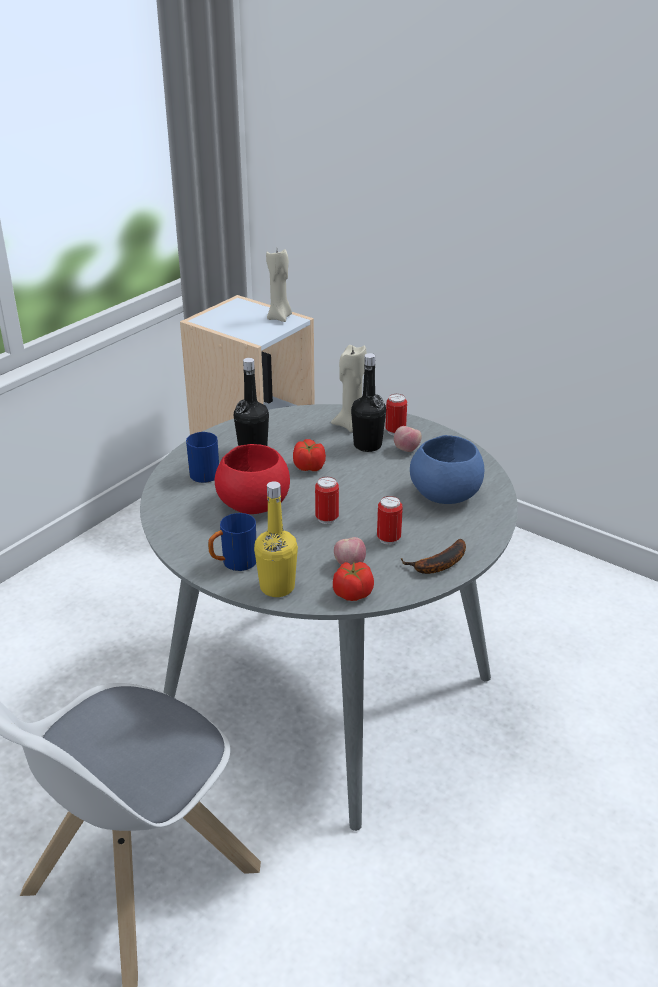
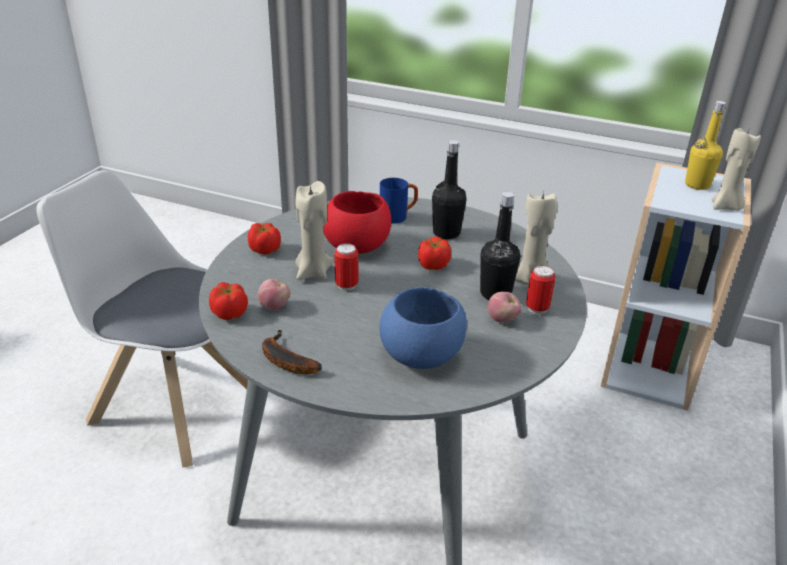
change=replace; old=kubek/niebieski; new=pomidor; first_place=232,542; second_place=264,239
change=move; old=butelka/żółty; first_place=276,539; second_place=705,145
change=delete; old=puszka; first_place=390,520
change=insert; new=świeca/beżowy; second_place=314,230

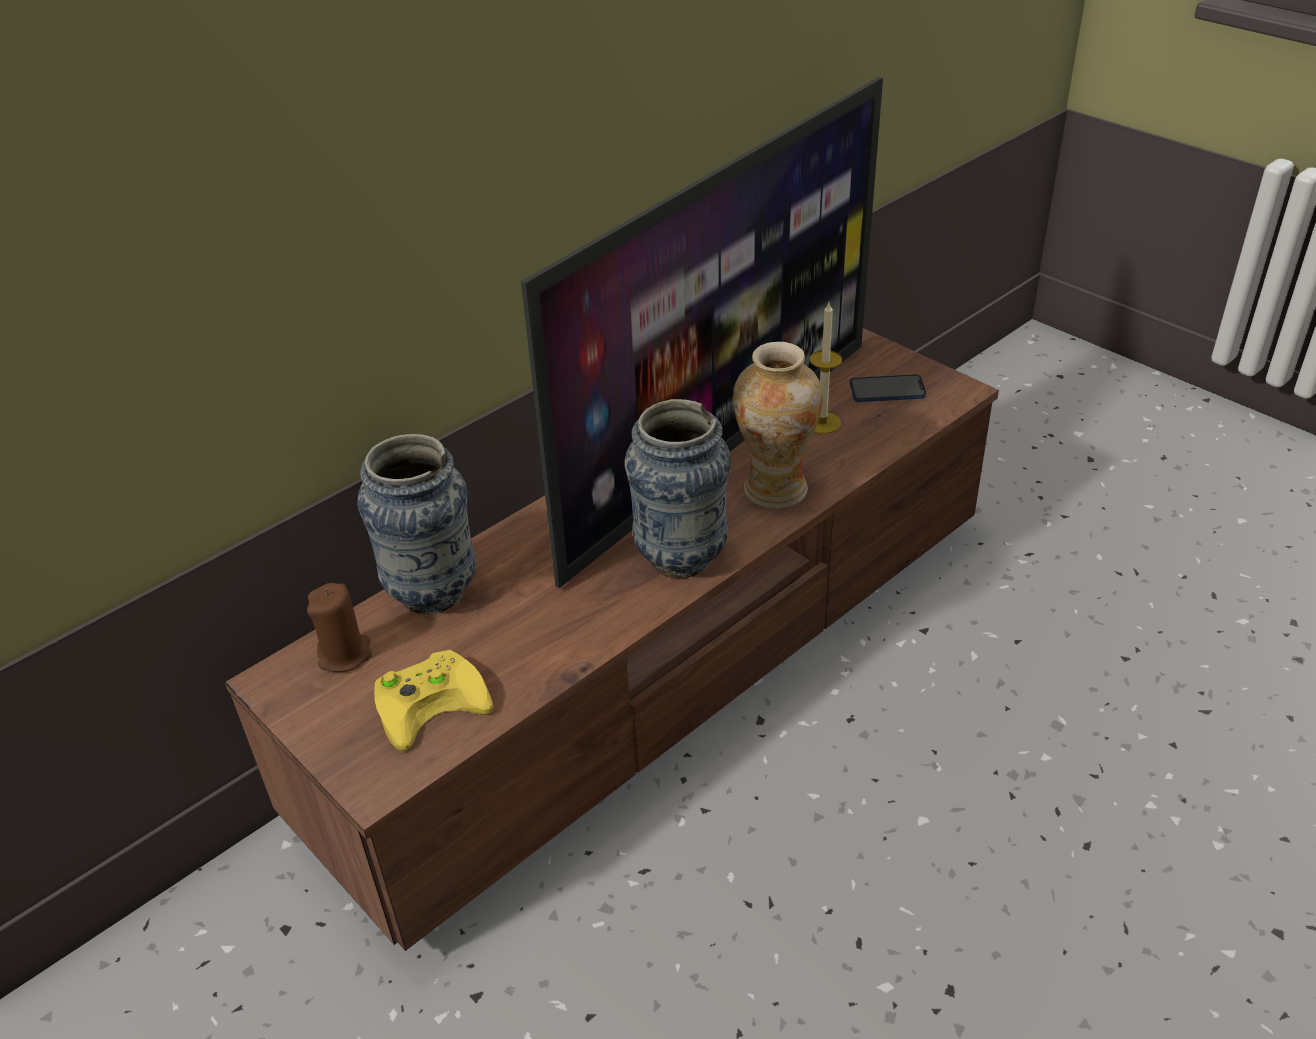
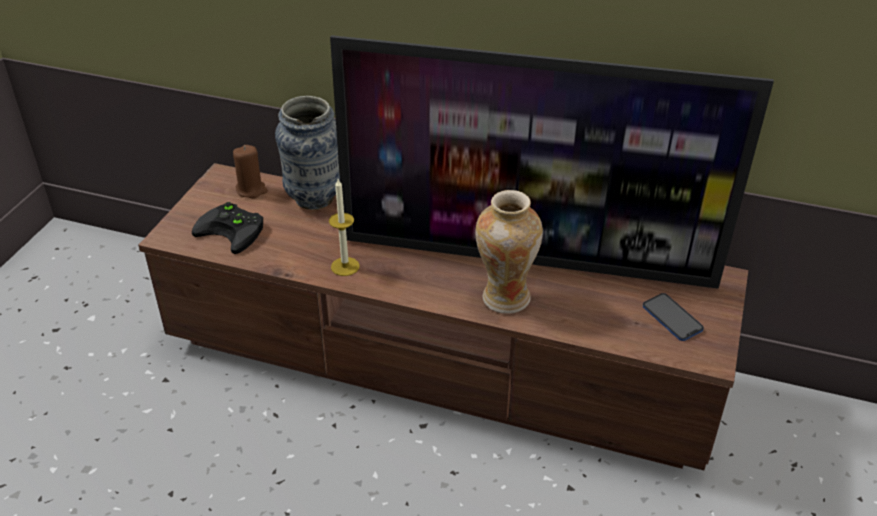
change=recolor; old=pad do gier/żółty; new=pad do gier/czarny; first_place=433,701; second_place=227,228
change=delete; old=wazon; first_place=677,488
change=move; old=świeca; first_place=826,368; second_place=344,227

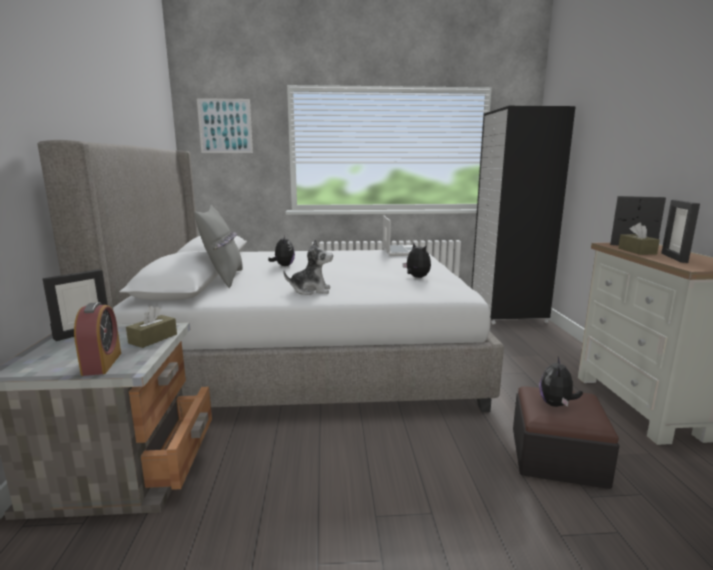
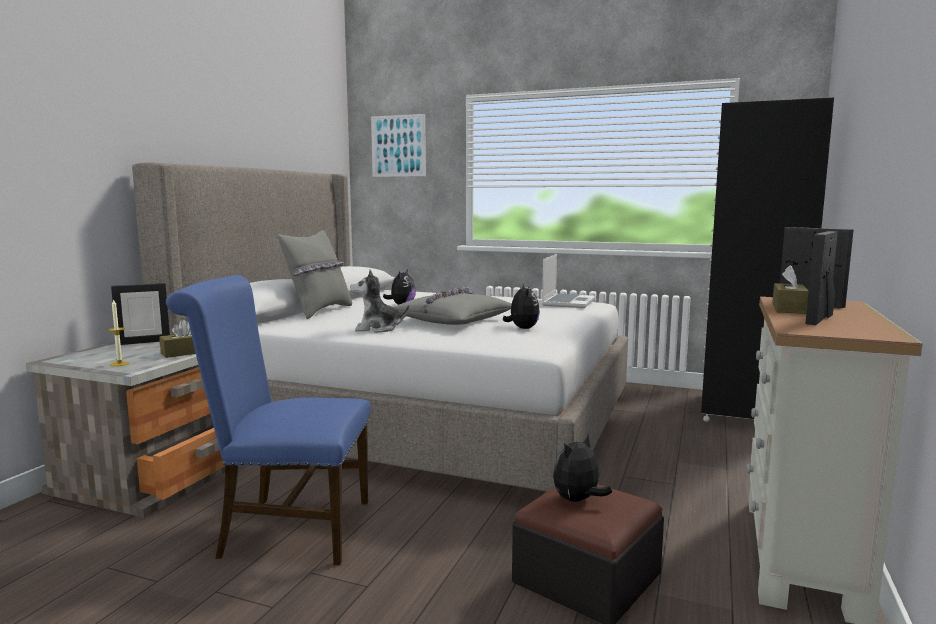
change=replace; old=budzik; new=świeca; first_place=97,339; second_place=119,332
change=rotate; old=pluszak; first_place=308,267; second_place=379,301; degrees=150
change=insert; new=krzesło/niebieski; second_place=268,420
change=insert; new=poduszka/szary; second_place=453,306

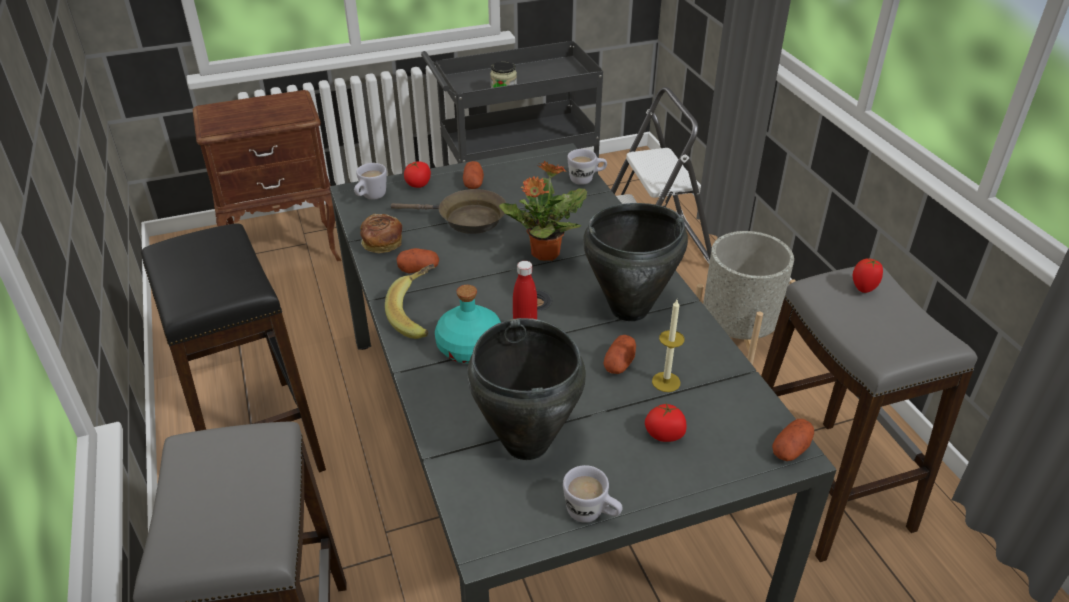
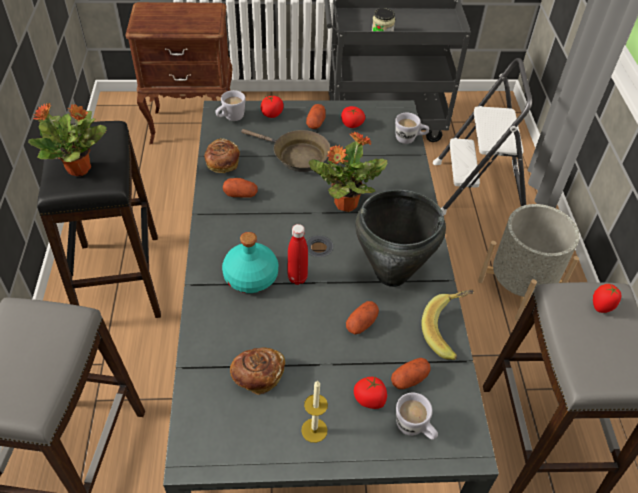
change=move; old=banan; first_place=410,301; second_place=448,325
change=replace; old=garnek/czarny; new=chleb; first_place=526,389; second_place=257,371
change=move; old=kubek/biały; first_place=593,494; second_place=417,416
change=move; old=świeca; first_place=668,346; second_place=314,411
change=move; old=ziemniak; first_place=793,440; second_place=411,373
change=insert; new=roślina doniczkowa; second_place=67,139
change=insert; new=pomidor; second_place=353,117

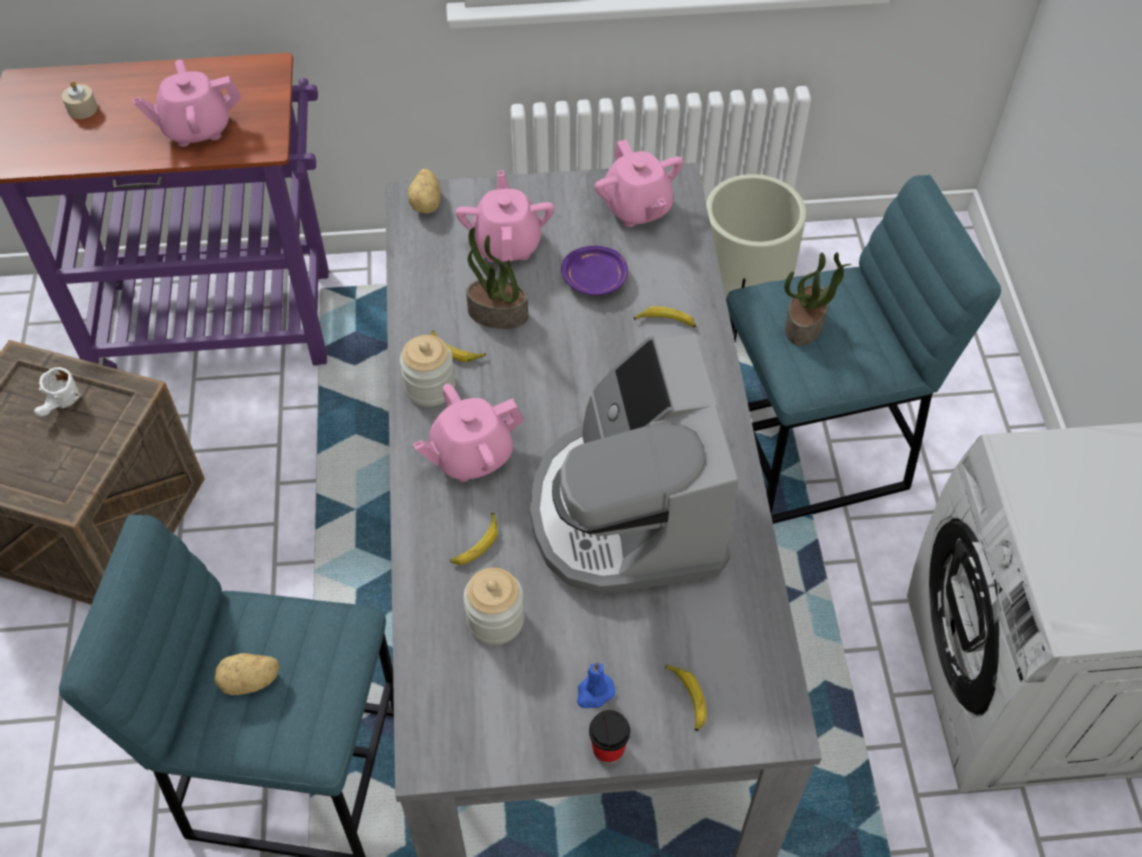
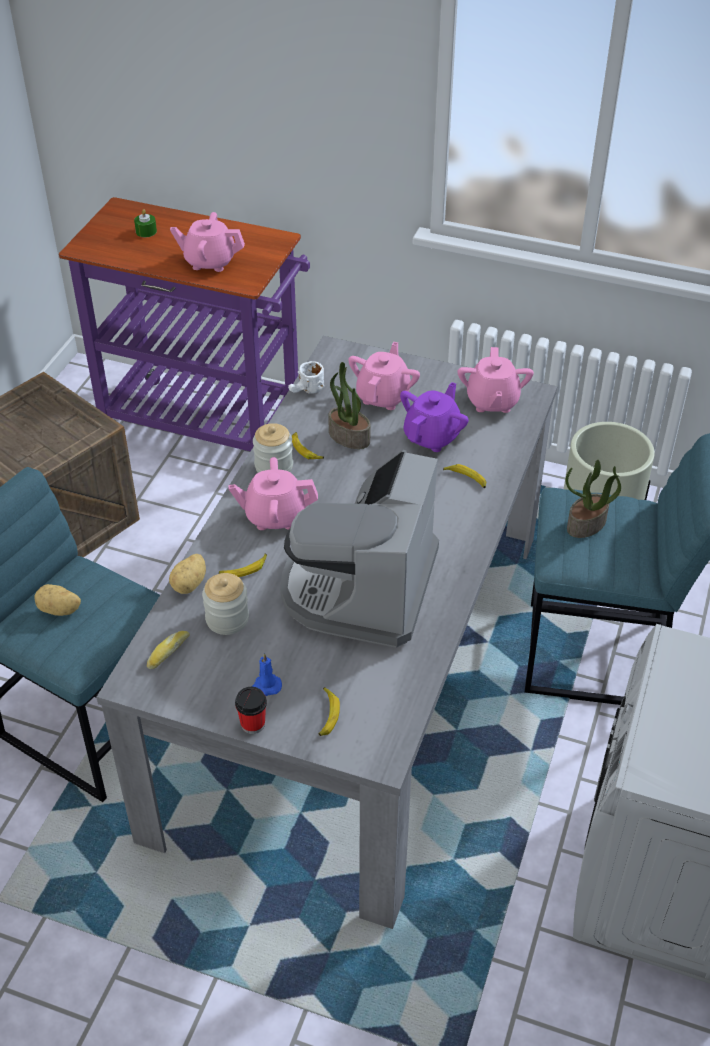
change=move; old=kubek/biały; first_place=57,391; second_place=306,377
change=recolor; old=świeca/beżowy; new=świeca/zielony; first_place=80,100; second_place=145,223
change=move; old=ziemniak; first_place=424,191; second_place=187,574
change=replace; old=talerz/fioletowy; new=imbryk/fioletowy; first_place=594,270; second_place=434,417
change=insert; new=chleb; second_place=168,650

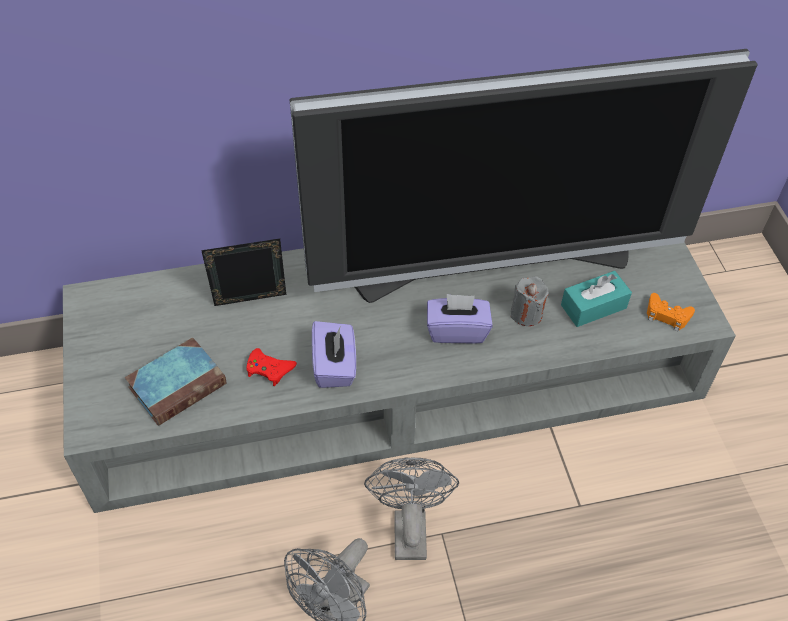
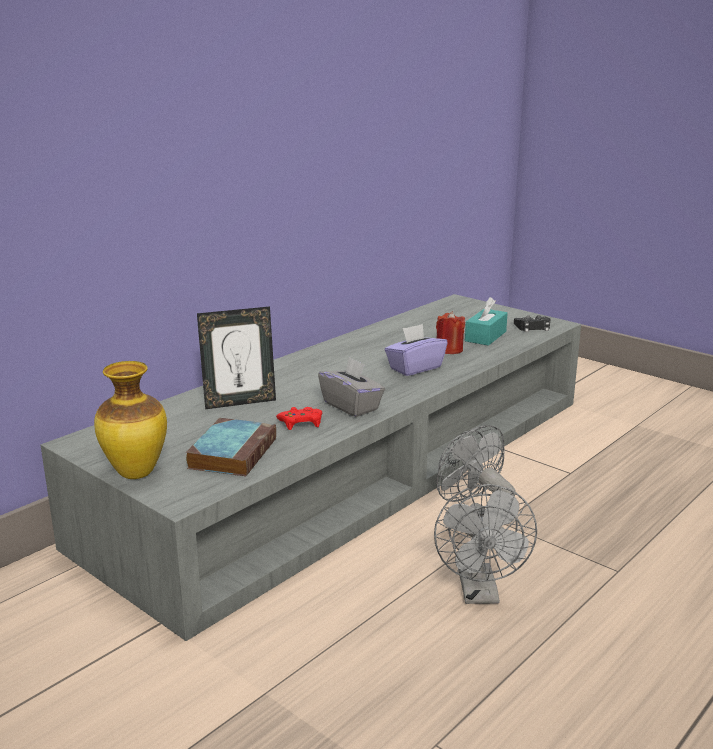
change=rotate; old=ramka na zdjęcie; first_place=243,272; second_place=236,357; degrees=-150
change=delete; old=telewizor; first_place=524,176
change=recolor; old=pudełko chusteczek/fioletowy; new=pudełko chusteczek/szary; first_place=334,354; second_place=351,387
change=recolor; old=świeca/szary; new=świeca/czerwony; first_place=529,301; second_place=450,332
change=recolor; old=pad do gier/pomarańczowy; new=pad do gier/czarny; first_place=671,312; second_place=532,323
change=insert; new=wazon; second_place=130,420

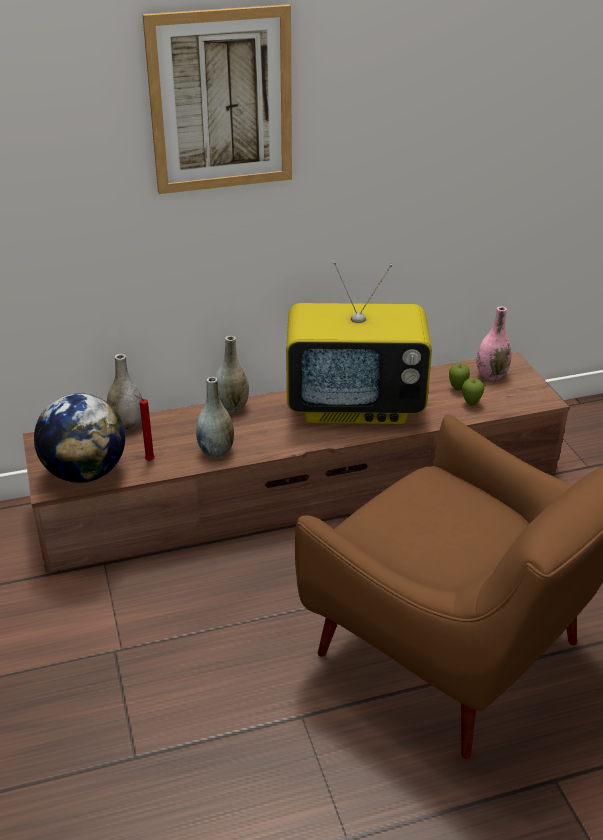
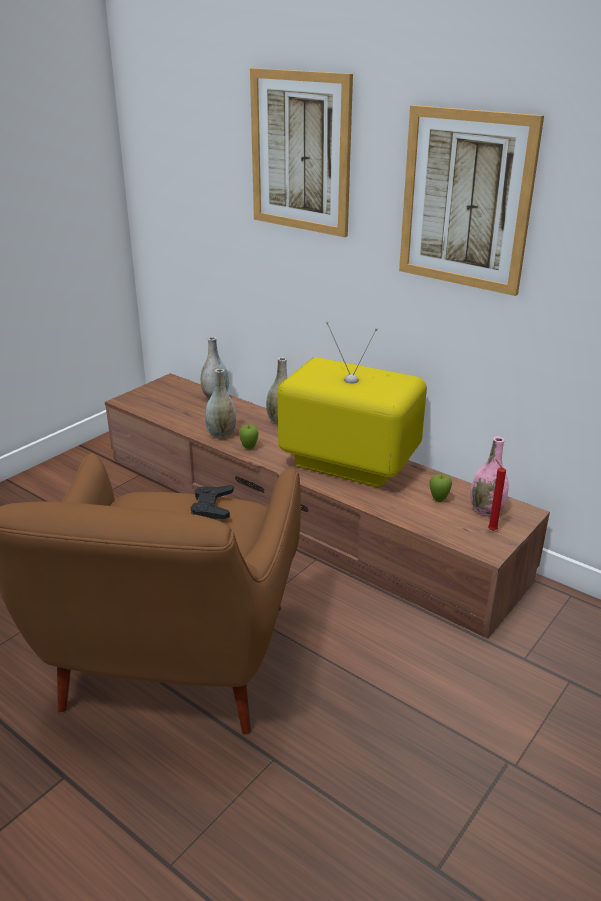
change=delete; old=globus; first_place=79,438
change=move; old=świeca/czerwony; first_place=144,428; second_place=497,495
change=rotate; old=telewizor; first_place=359,342; second_place=352,404; degrees=150
change=move; old=jabłko; first_place=473,391; second_place=249,437
change=insert; new=pad do gier/czarny; second_place=212,502
change=insert; new=obraz; second_place=471,200

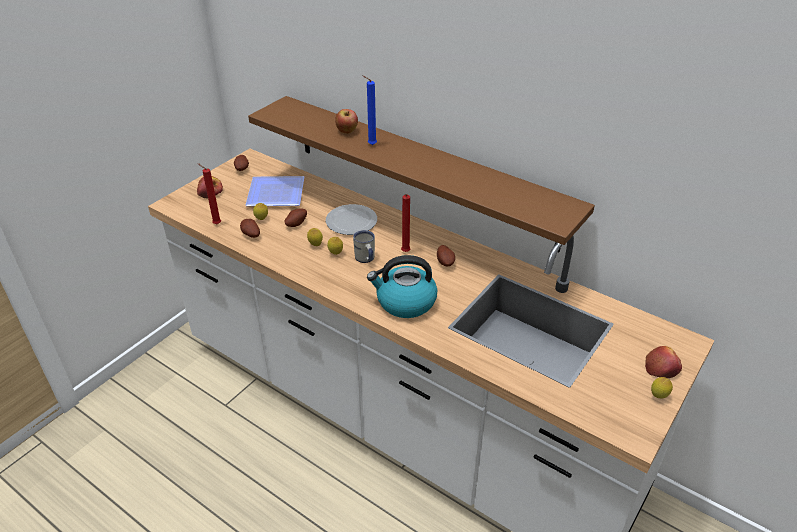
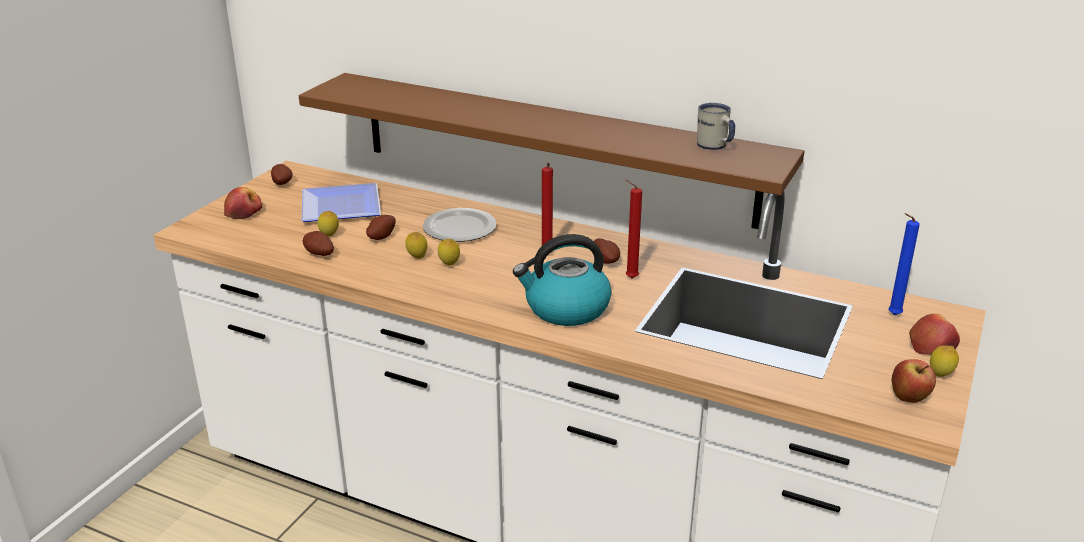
change=move; old=świeca/czerwony; first_place=209,193; second_place=633,229
change=move; old=jabłko; first_place=346,121; second_place=913,381
change=move; old=kubek/biały; first_place=364,246; second_place=716,126
change=move; old=świeca/niebieski; first_place=369,110; second_place=904,264

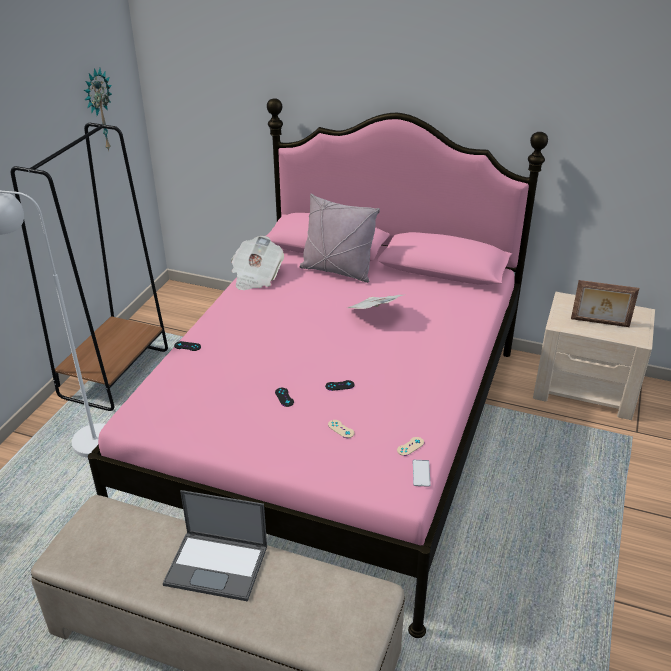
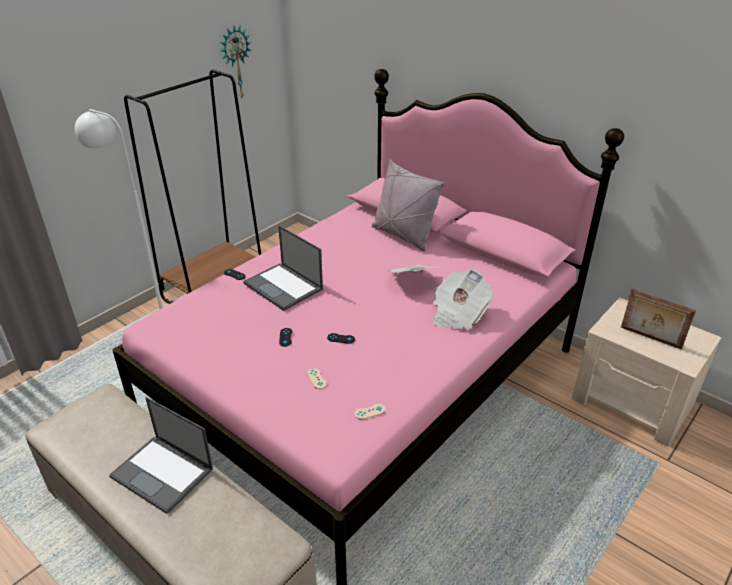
change=move; old=gazeta; first_place=257,263; second_place=463,299
change=delete; old=telefon; first_place=422,473
change=insert; new=laptop; second_place=283,268

